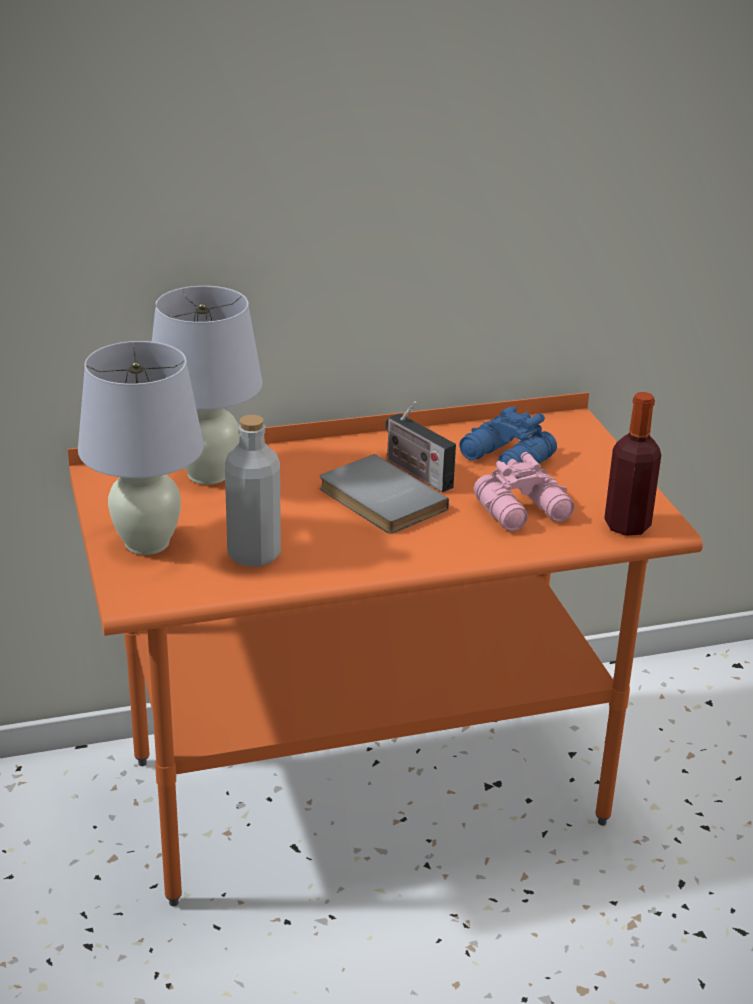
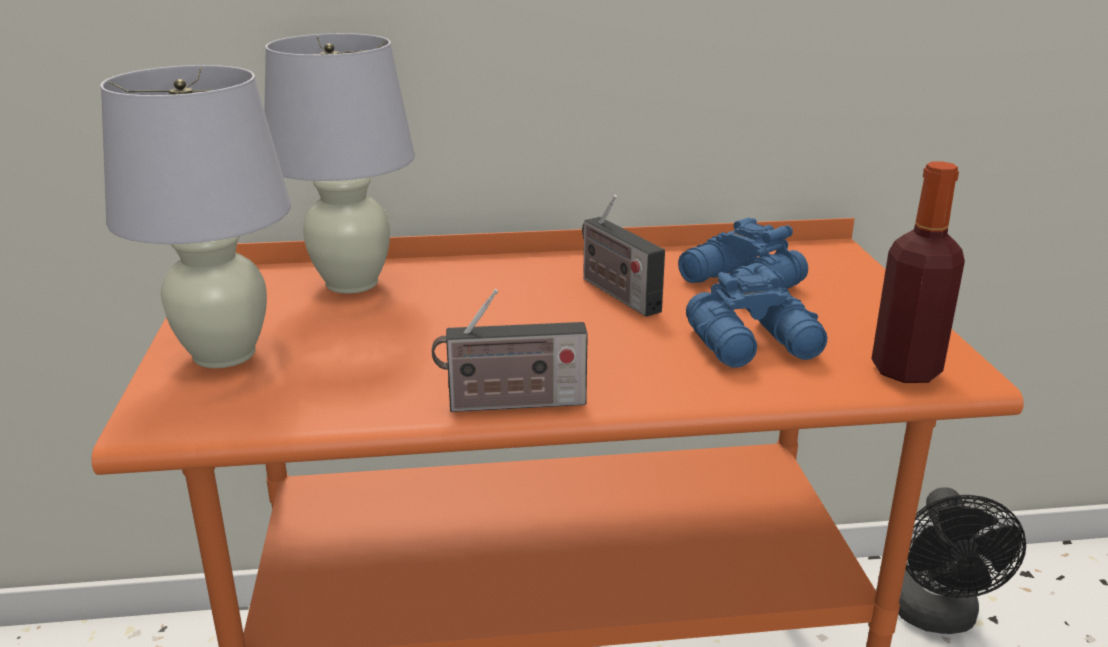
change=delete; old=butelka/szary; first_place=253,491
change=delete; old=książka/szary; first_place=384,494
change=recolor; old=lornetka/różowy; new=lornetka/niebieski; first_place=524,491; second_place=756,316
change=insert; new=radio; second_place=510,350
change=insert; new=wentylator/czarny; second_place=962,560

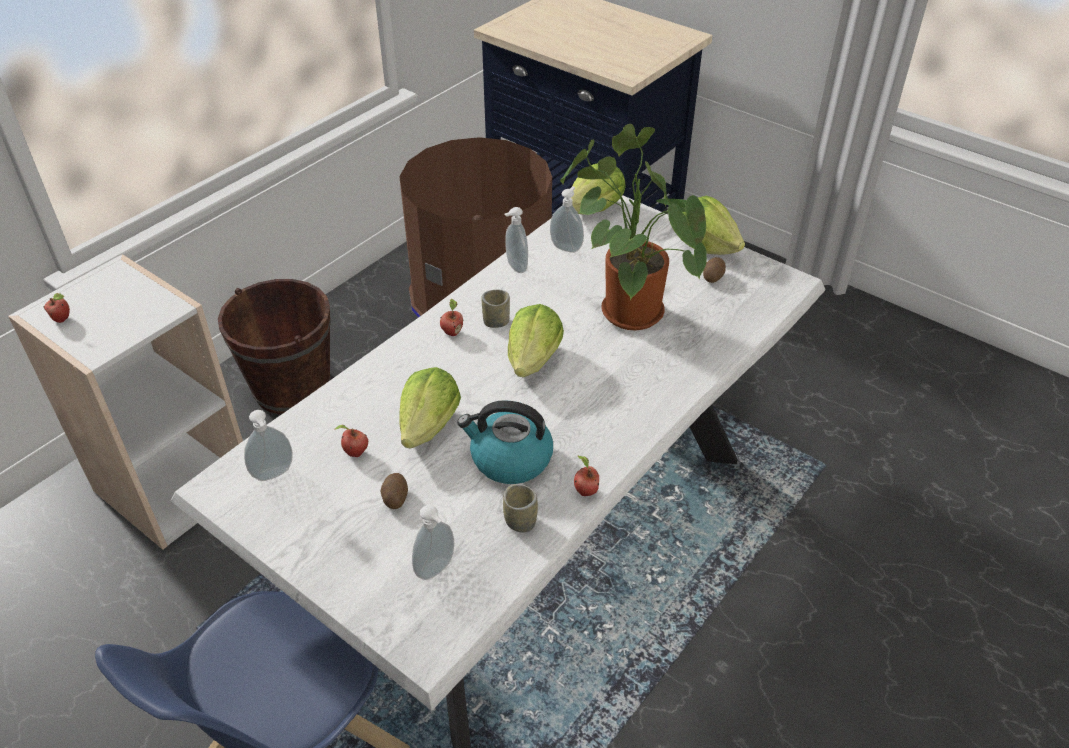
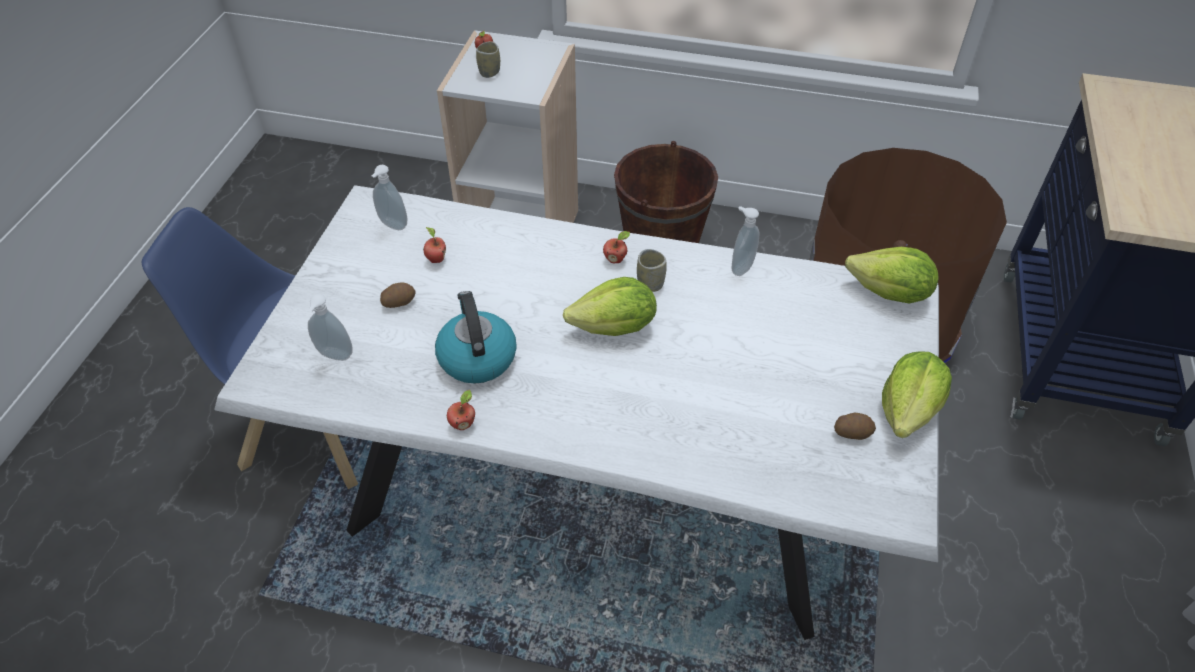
change=delete; old=sałata; first_place=430,408
change=move; old=filiżanka; first_place=520,508; second_place=488,59
change=delete; old=dozownik mydła; first_place=567,219
change=delete; old=roślina doniczkowa; first_place=634,227

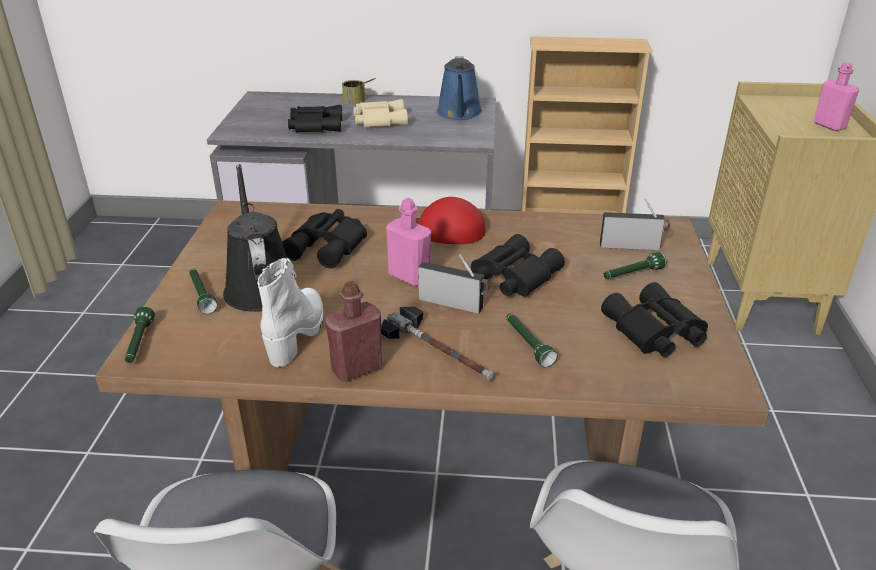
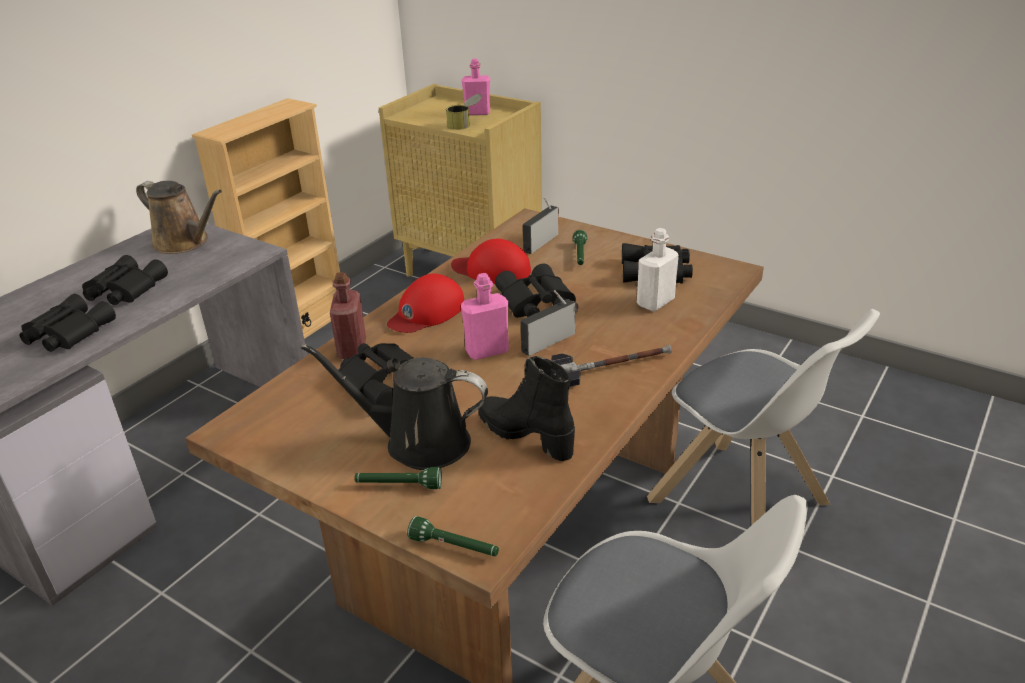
change=recolor; old=but z cholewką/biały; new=but z cholewką/czarny; first_place=290,312; second_place=526,408
change=move; old=butelka/czerwony; first_place=353,331; second_place=348,315
change=move; old=puszka; first_place=359,91; second_place=464,112
change=recolor; old=lornetka/beżowy; new=lornetka/czarny; first_place=380,113; second_place=125,280
change=recolor; old=konewka/niebieski; new=konewka/brązowy; first_place=459,88; second_place=179,217
change=delete; old=latarka/zielony; first_place=532,340
change=insert; new=czapka z daszkiem/czerwony; second_place=491,261
change=insert; new=butelka/biały; second_place=658,269

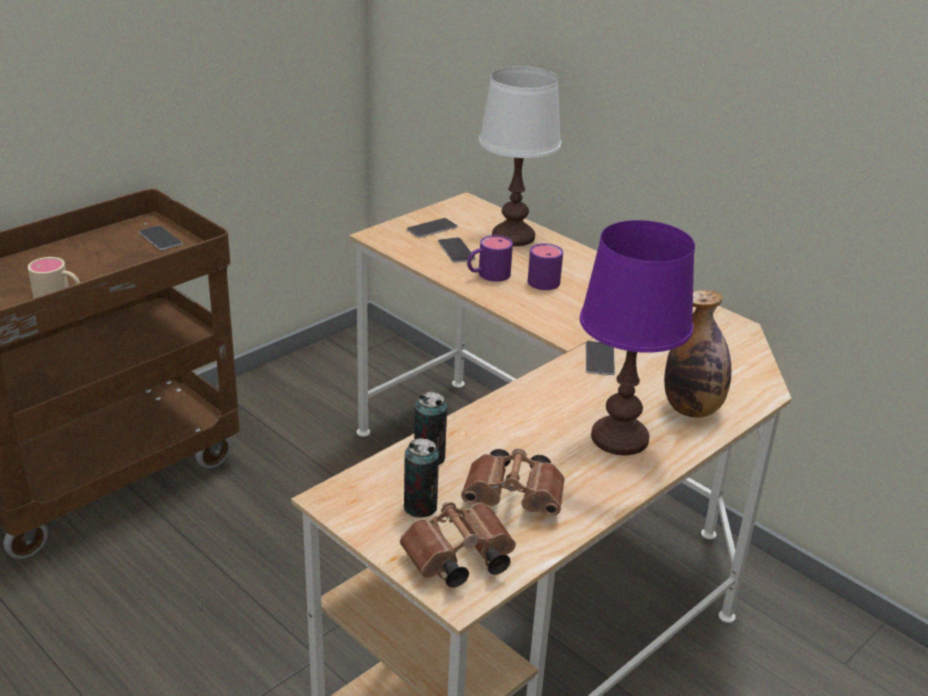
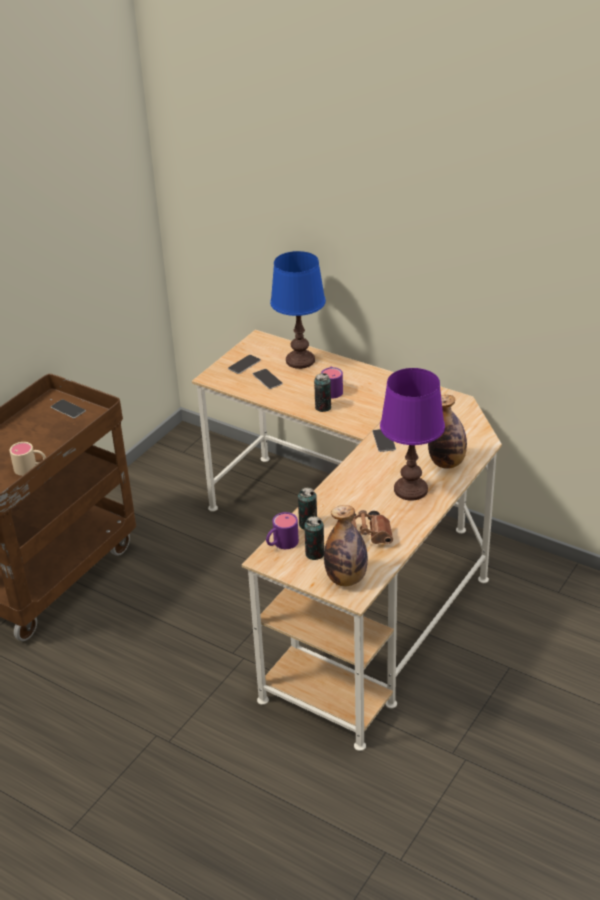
change=replace; old=lornetka/brązowy; new=butelka; first_place=458,545; second_place=346,546
change=move; old=kubek/fioletowy; first_place=490,258; second_place=282,530
change=recolor; old=lampa stołowa/biały; new=lampa stołowa/niebieski; first_place=520,156; second_place=298,310
change=insert; new=puszka; second_place=322,392

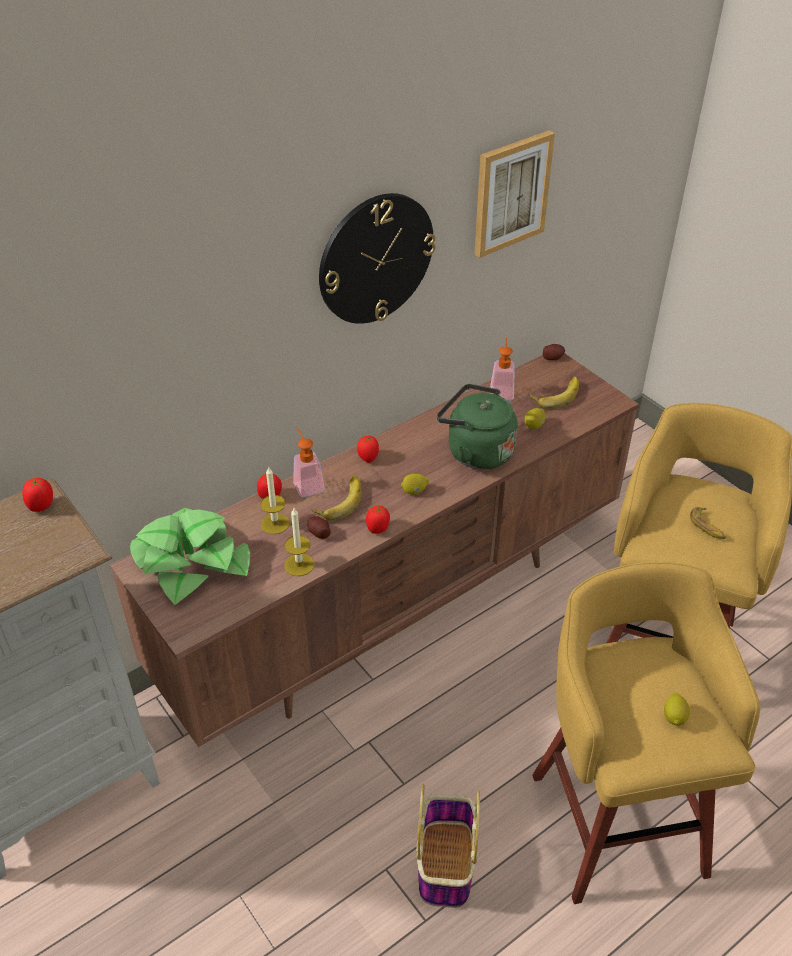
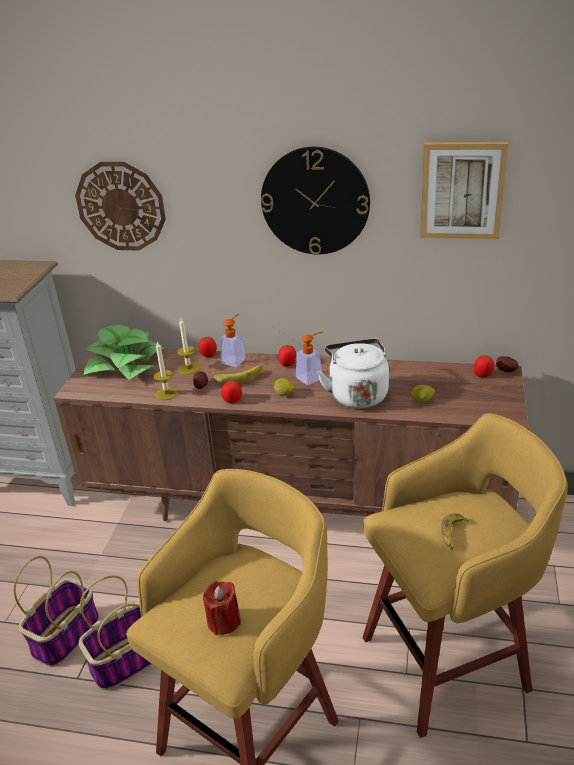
change=move; old=pomidor; first_place=37,495; second_place=484,366
change=recolor; old=czajnik/zielony; new=czajnik/biały; first_place=477,426; second_place=353,374
change=move; old=dozownik mydła; first_place=502,369; second_place=310,358
change=delete; old=banan; first_place=554,393
change=replace; old=cytryna; new=świeca/czerwony; first_place=677,709; second_place=222,608
change=insert; new=koszyk; second_place=56,611
change=insert; new=zegar ścienny; second_place=120,206

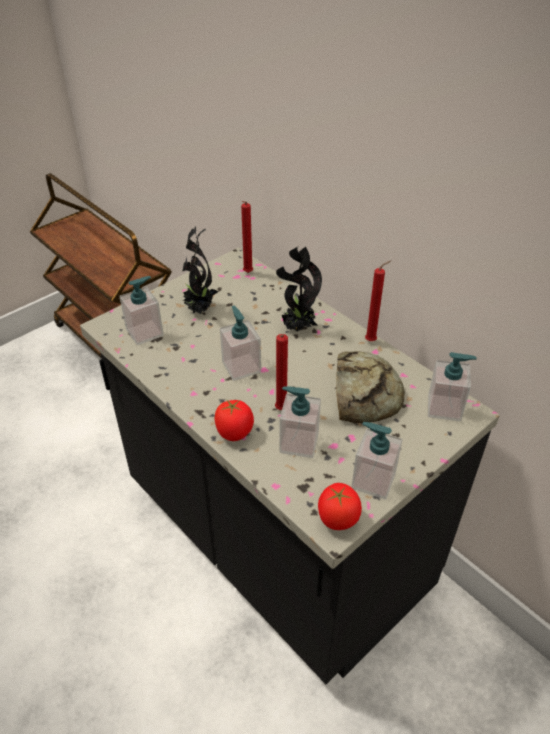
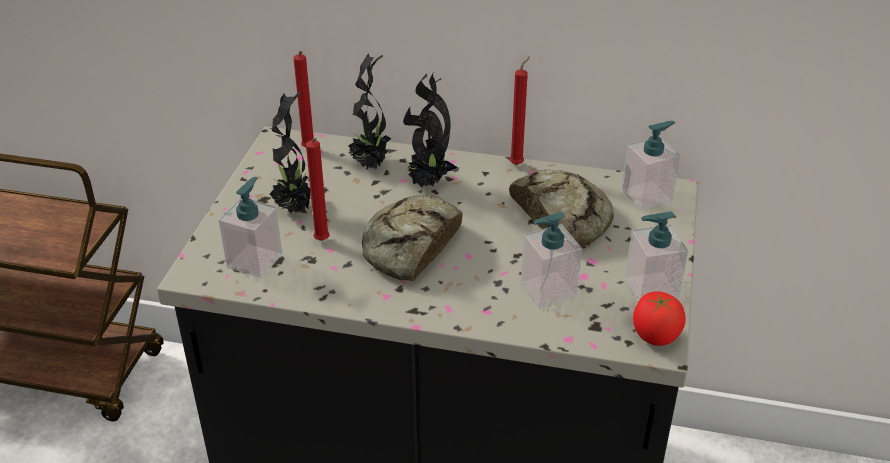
change=delete; old=pomidor; first_place=234,420
change=replace; old=dozownik mydła; new=chleb; first_place=240,343; second_place=412,237
change=move; old=świeca/czerwony; first_place=281,372; second_place=318,189
change=insert; new=roślina doniczkowa; second_place=370,111

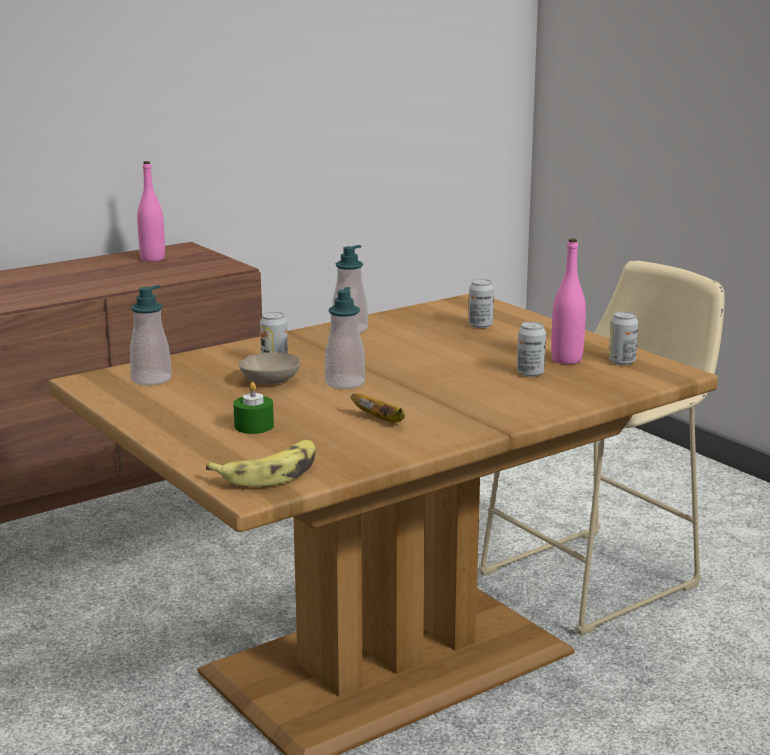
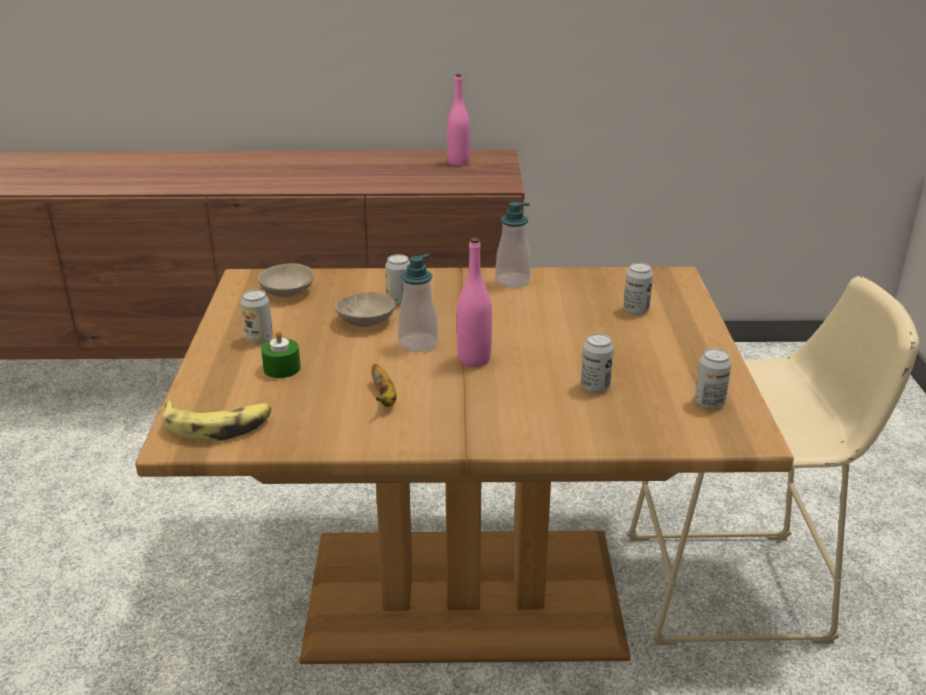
change=replace; old=dozownik mydła; new=miska/beżowy; first_place=151,335; second_place=286,280
change=move; old=butelka/różowy; first_place=568,301; second_place=474,302
change=insert; new=puszka; second_place=257,317

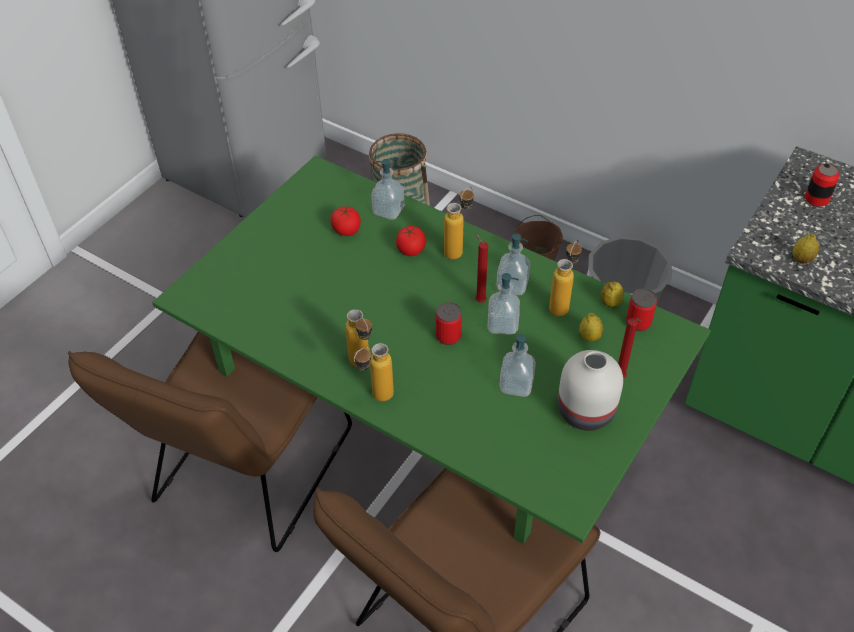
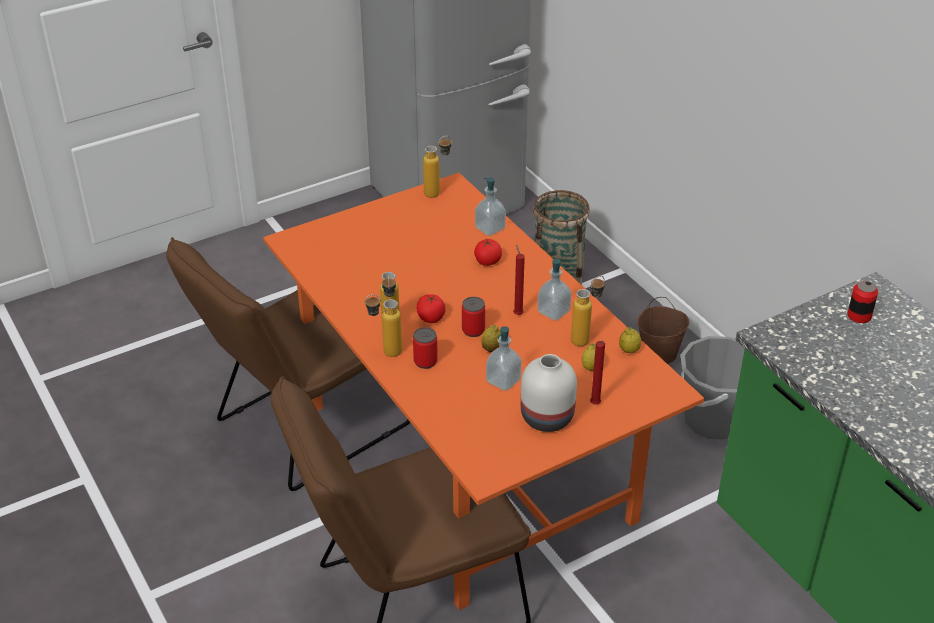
change=recolor; old=stół jadalny/zielony; new=stół jadalny/pomarańczowy; first_place=431,350; second_place=483,391
change=move; old=pomidor; first_place=345,221; second_place=430,308
change=move; old=butelka; first_place=459,223; second_place=437,167
change=delete; old=dozownik mydła; first_place=504,304
change=move; old=puszka; first_place=641,309; second_place=425,348
change=move; old=cytryna; first_place=806,248; second_place=491,338

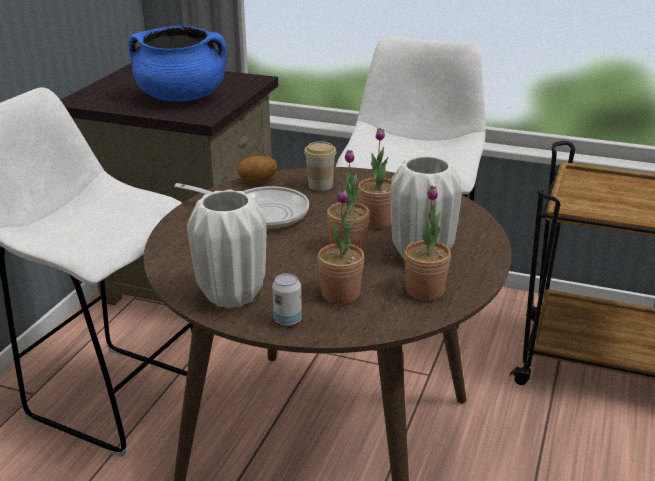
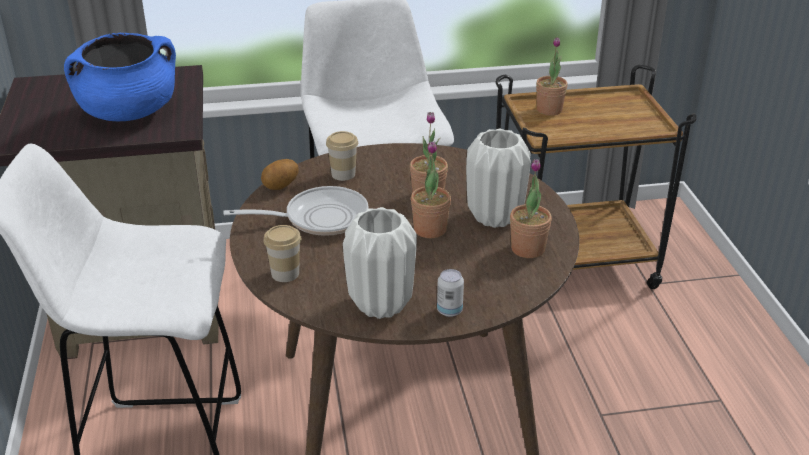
change=move; old=roślina doniczkowa; first_place=341,246; second_place=552,76
change=insert; new=filiżanka; second_place=282,253

